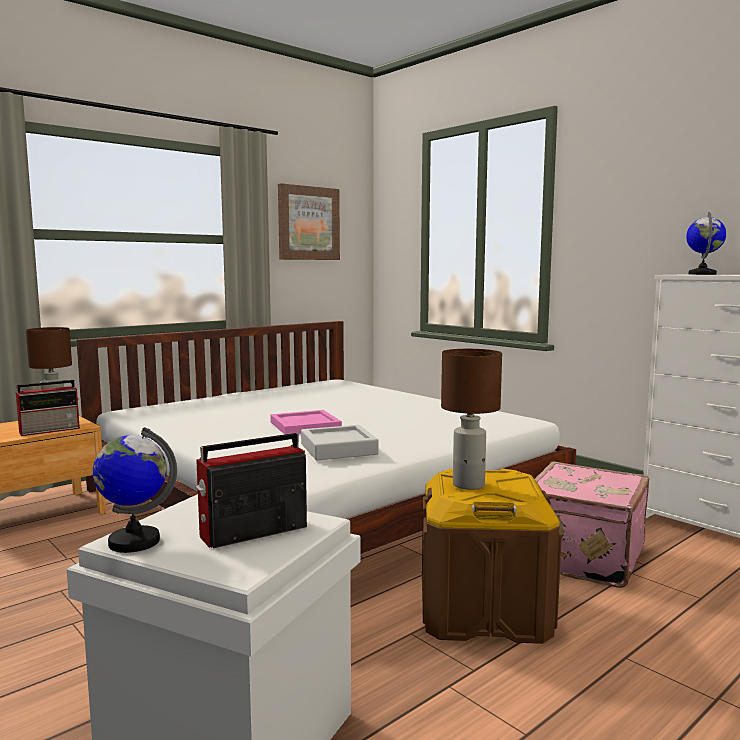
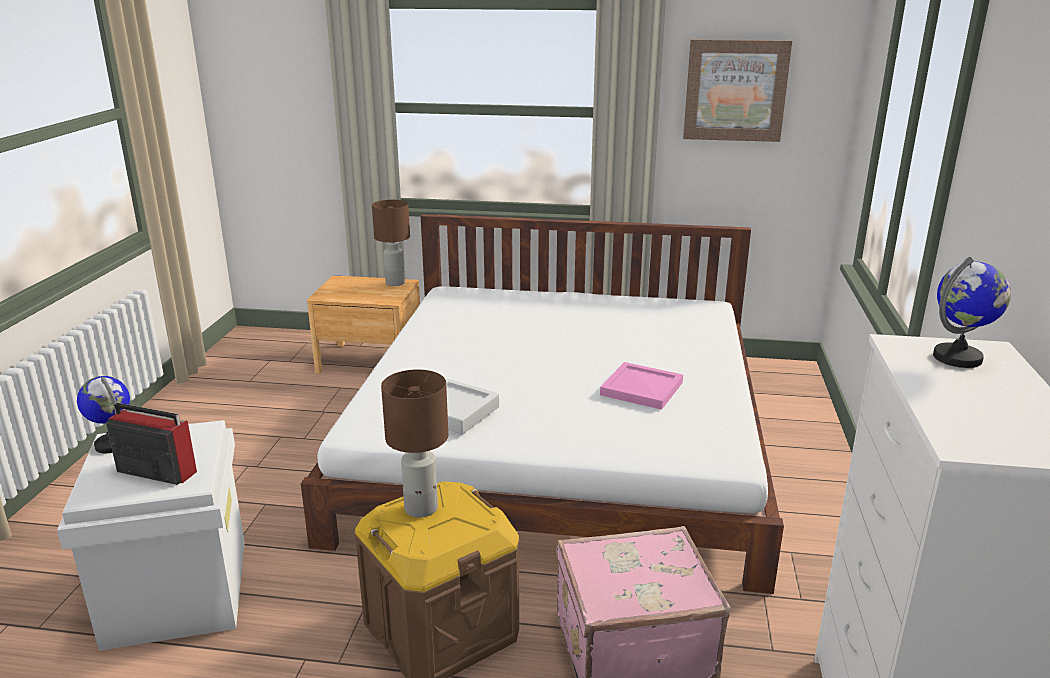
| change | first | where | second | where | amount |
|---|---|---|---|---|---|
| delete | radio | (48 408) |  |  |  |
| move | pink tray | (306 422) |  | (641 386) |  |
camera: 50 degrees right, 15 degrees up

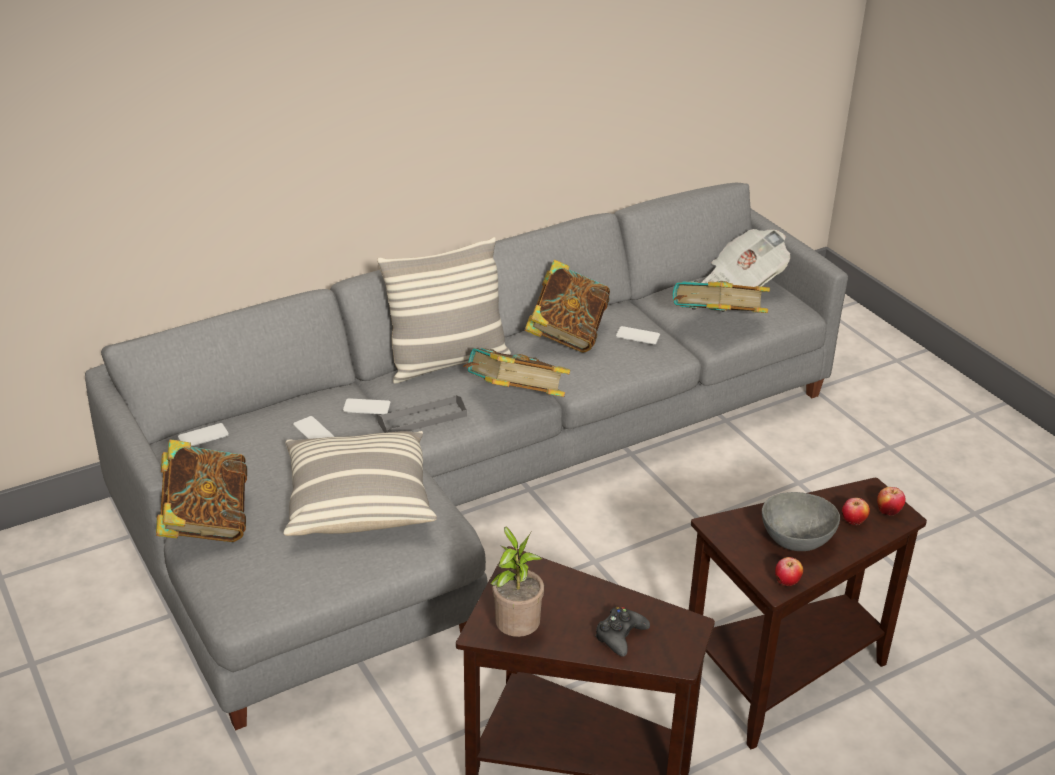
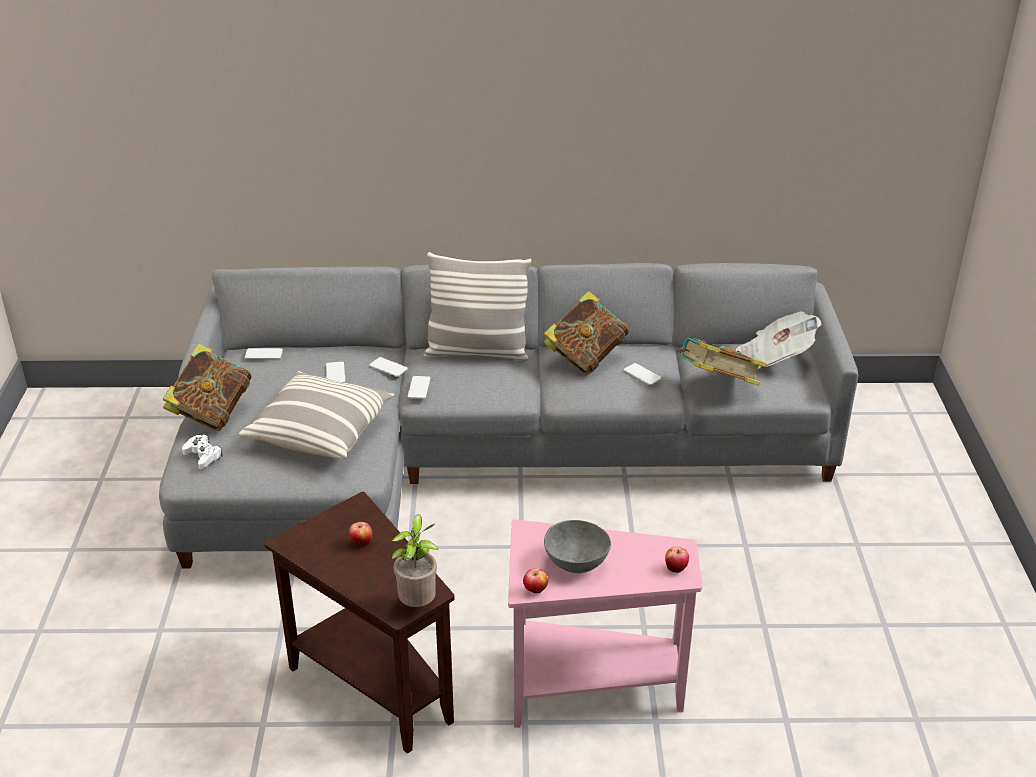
| change | first | where | second | where | amount |
|---|---|---|---|---|---|
| replace | grey tray | (422 414) | phone | (419 387) |  |
| delete | book | (516 372) |  |  |  |
| move | potted plant | (517 582) |  | (414 561) |  |
| delete | black game controller | (622 632) |  |  |  |
| recolor | brown side table | (808 613) | pink side table | (605 623) |  |
| move | apple | (856 511) |  | (360 534) |  |
| insert |  |  | white game controller | (202 452) |  |
camera: 30 degrees right, 0 degrees up

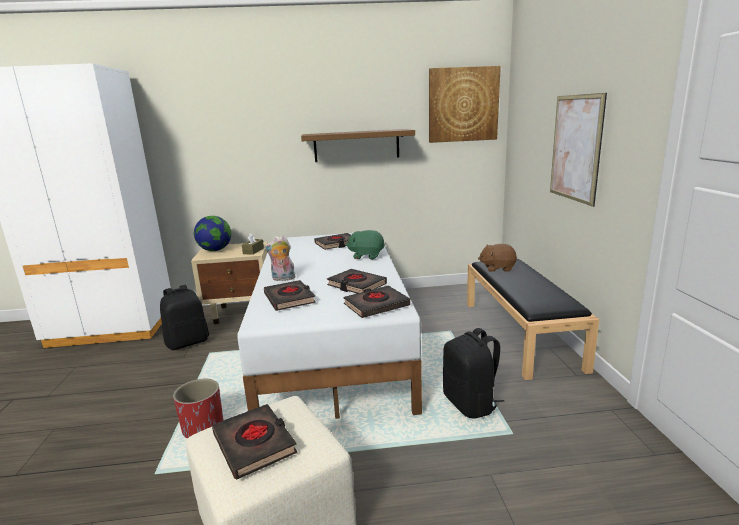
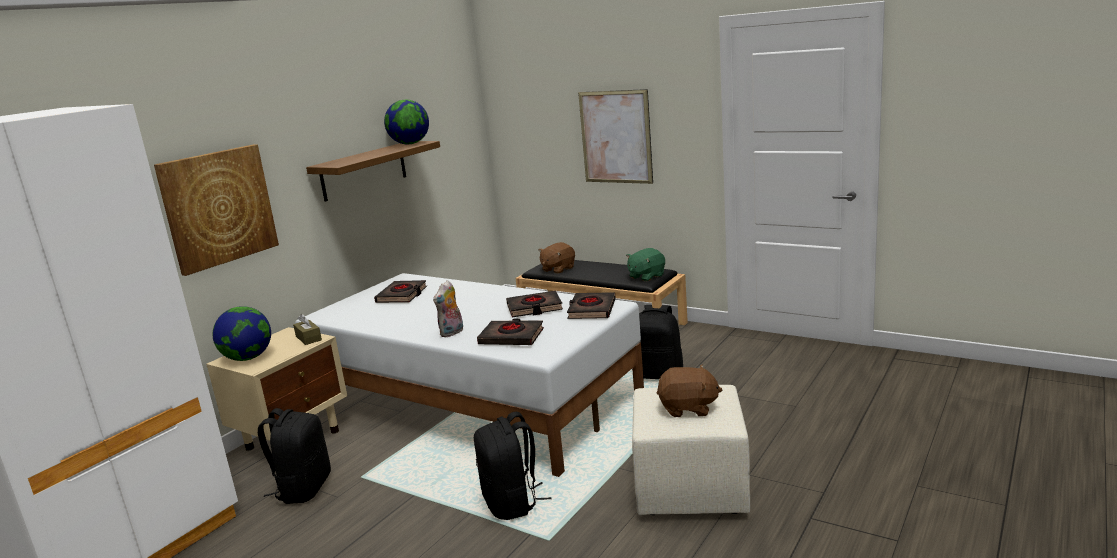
| change | first | where | second | where | amount |
|---|---|---|---|---|---|
| replace | red planter | (198 408) | black backpack | (513 466) |  |
| replace | black book | (254 442) | brown plush toy | (690 391) |  |
| move | green plush toy | (365 244) |  | (645 265) |  |
| move | picture | (465 104) |  | (216 210) |  |
| insert |  |  | globe | (406 122) |  |
camera: 50 degrees left, 0 degrees up

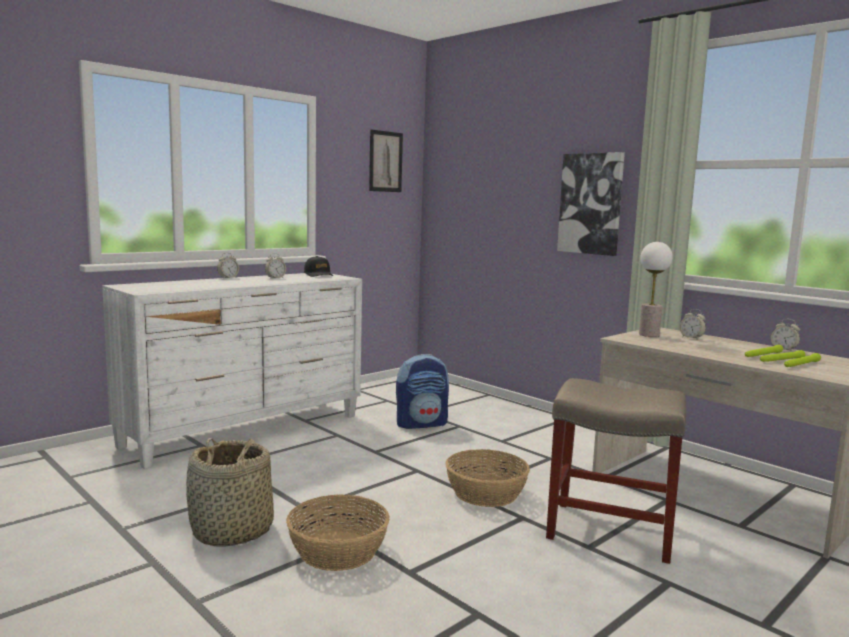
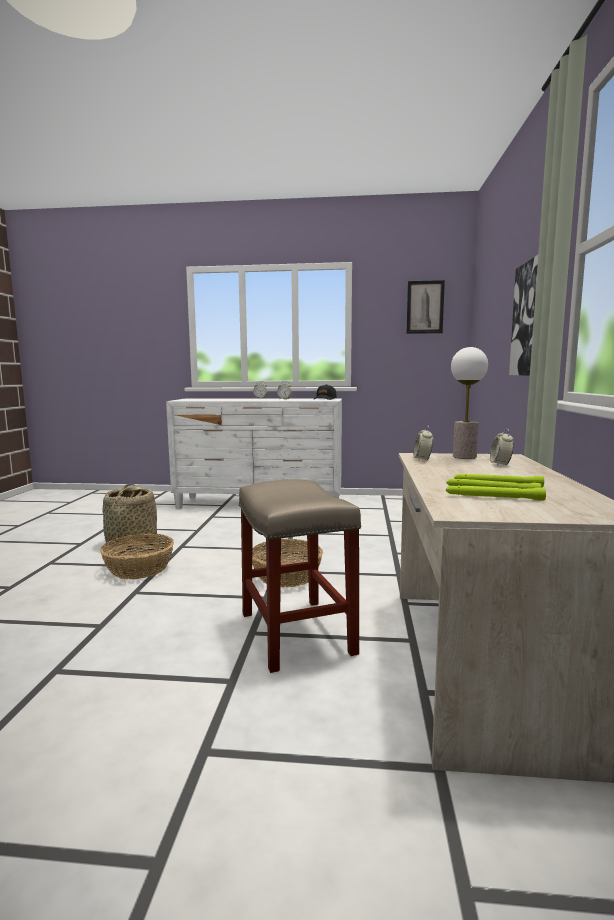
| change | first | where | second | where | amount |
|---|---|---|---|---|---|
| delete | backpack | (422 391) |  |  |  |
| move | alarm clock | (785 335) |  | (423 442) |  |
camera: 50 degrees right, 0 degrees up

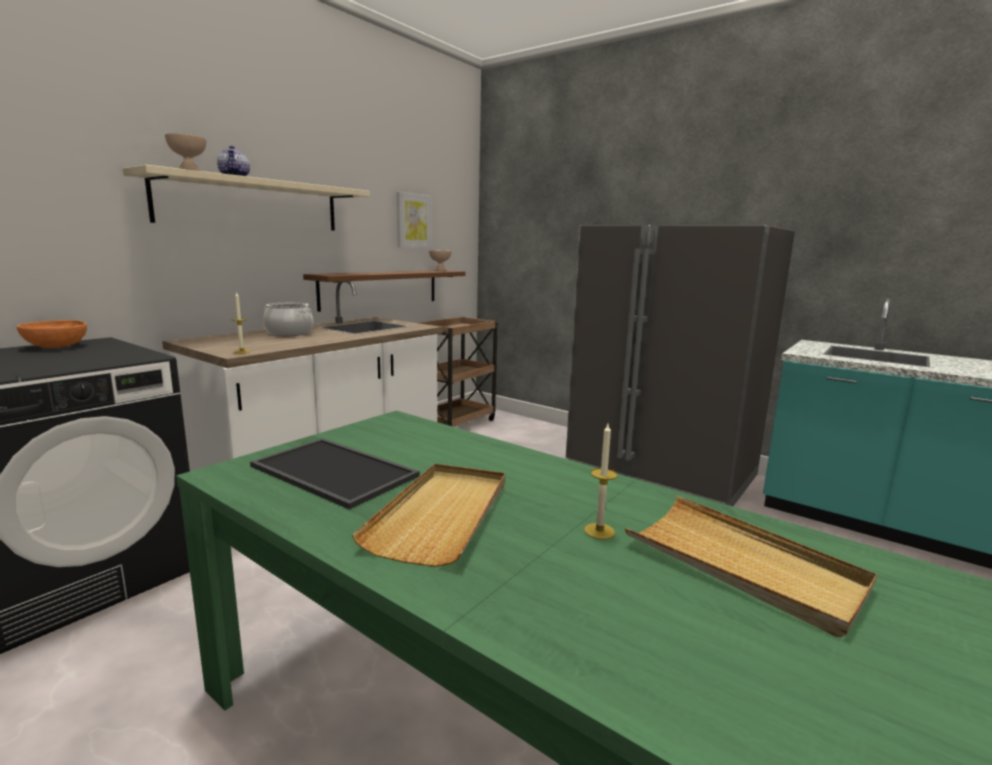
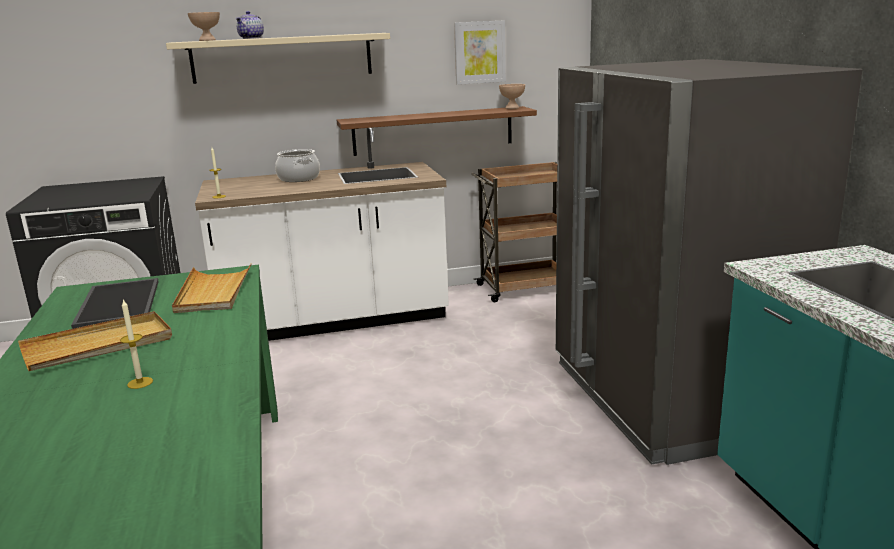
| change | first | where | second | where | amount |
|---|---|---|---|---|---|
| delete | orange bowl | (52 334) |  |  |  |
| move | beige tray | (751 566) |  | (212 288) |  |
camera: 40 degrees right, 5 degrees up

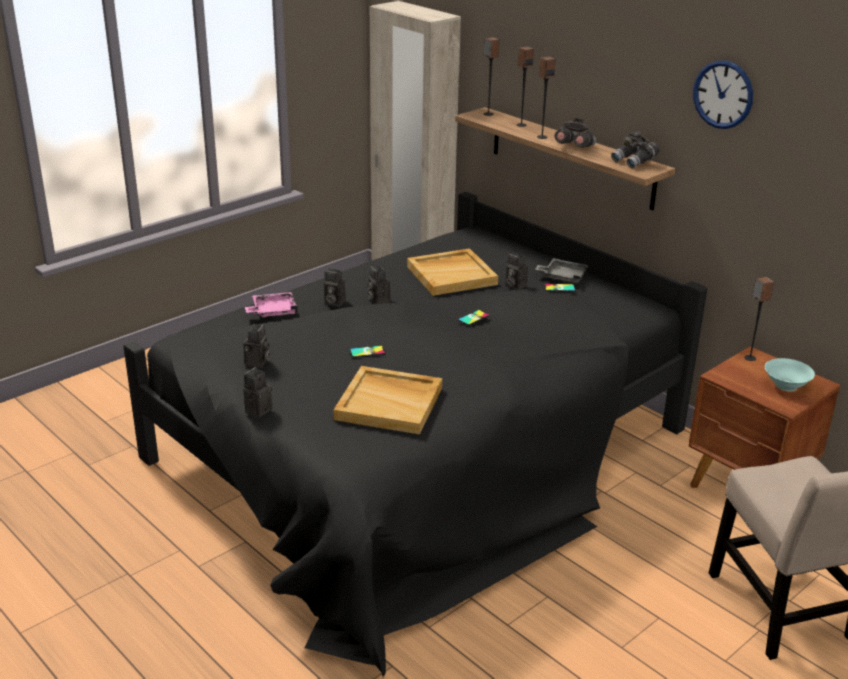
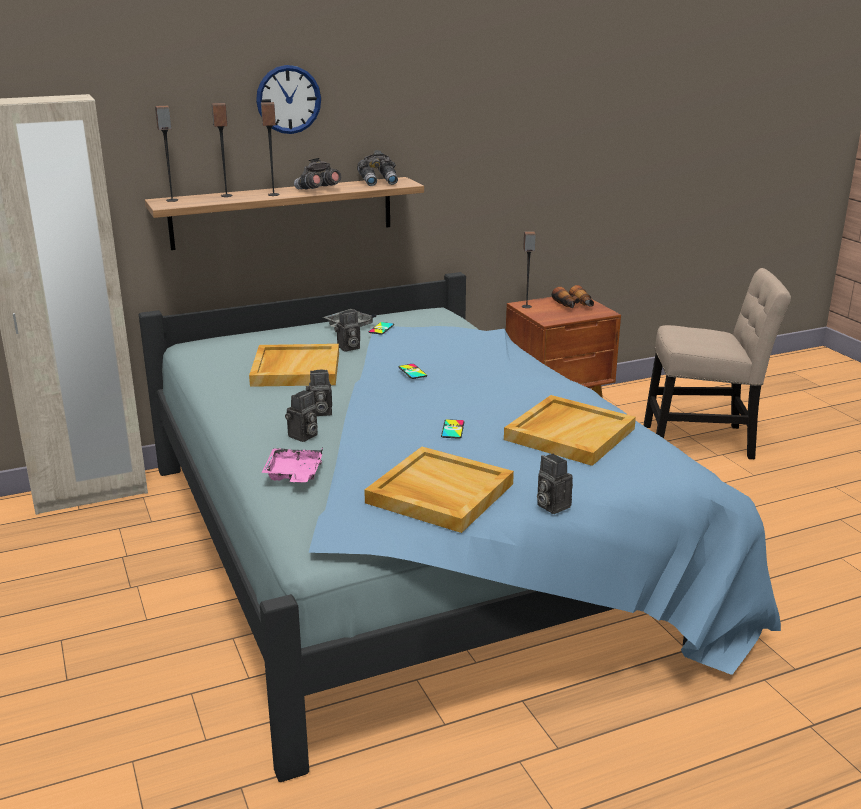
| change | first | where | second | where | amount |
|---|---|---|---|---|---|
| recolor | black bed | (415 434) | blue bed | (460 527) |  |
| replace | photo camera | (256 346) | beige tray | (439 490) |  |
| move | wall clock | (723 94) |  | (288 99) |  |
| replace | turquoise bowl | (790 374) | binoculars | (573 296) |  |
camera: 70 degrees left, 5 degrees down

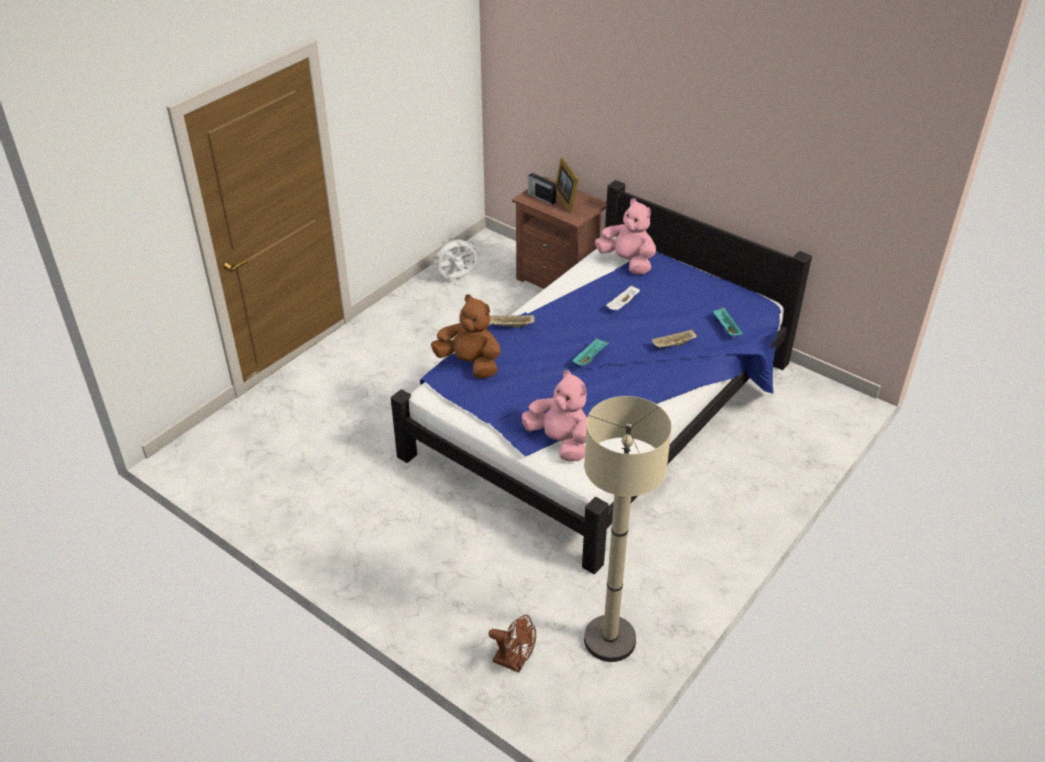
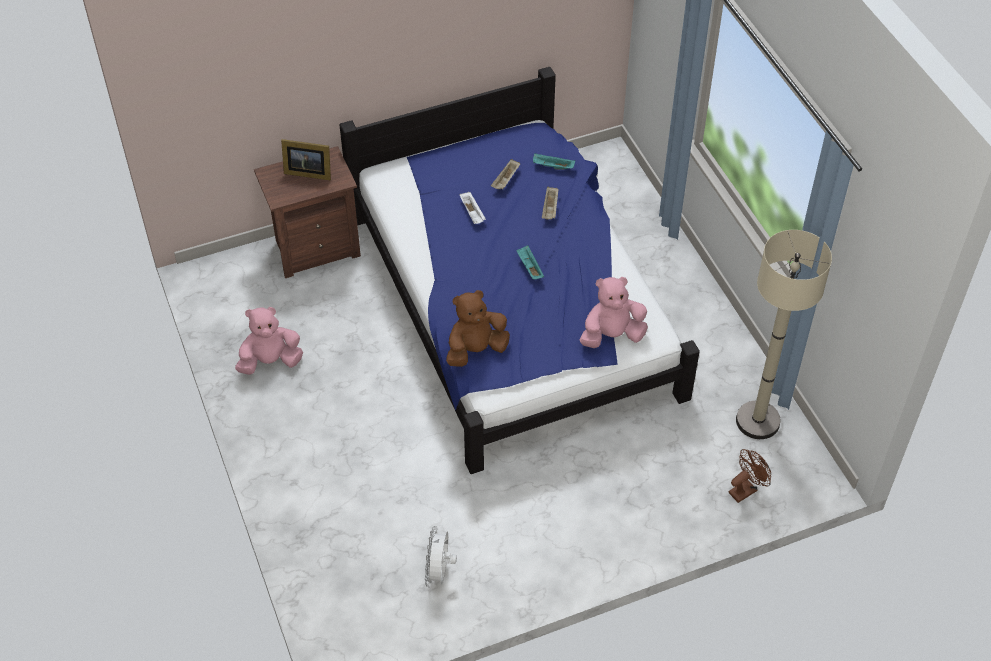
| change | first | where | second | where | amount |
|---|---|---|---|---|---|
| move | white fan | (454 257) |  | (441 556) |  |
| move | beige tray | (512 321) |  | (505 174) |  |
| delete | radio | (542 189) |  |  |  |
| move | pink plush toy | (625 236) |  | (269 341) |  |
camera: 60 degrees left, 10 degrees up

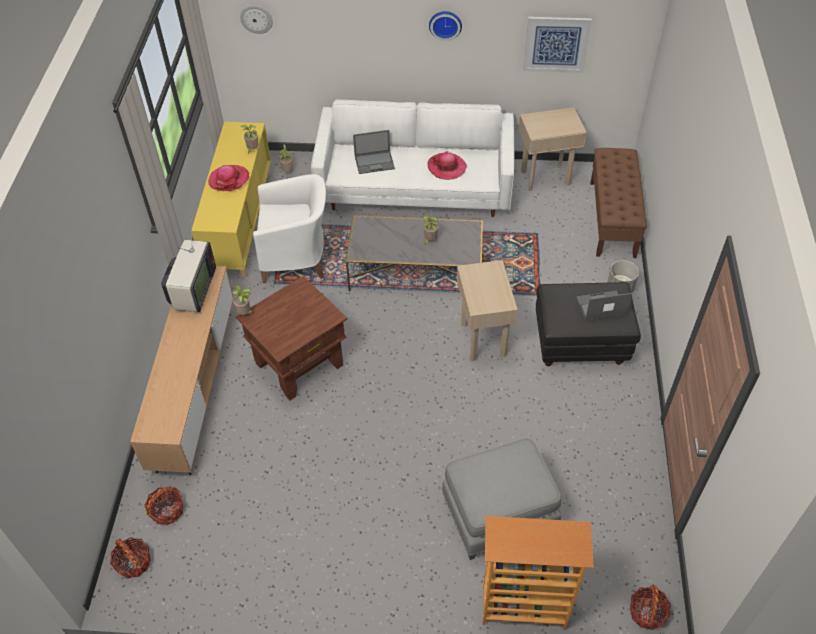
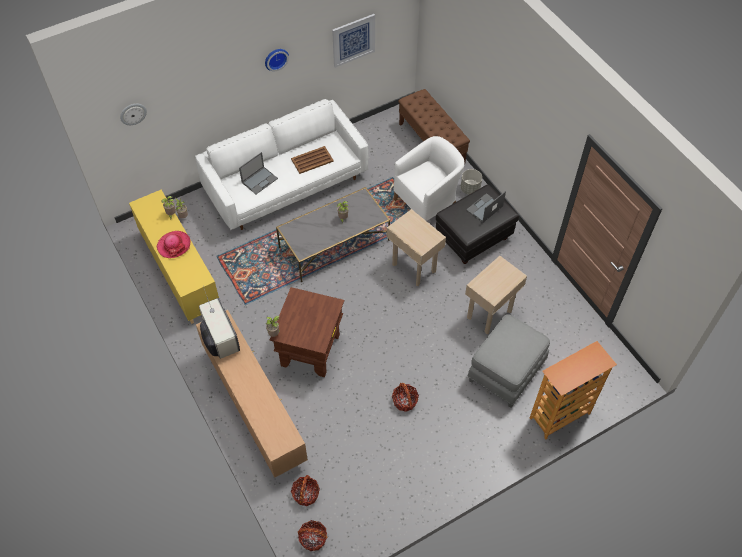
| change | first | where | second | where | amount |
|---|---|---|---|---|---|
| move | white armchair | (289 228) |  | (429 178) |  |
| replace | hat | (447 165) | brown tray | (312 160) |  |
| move | beige side table | (553 149) |  | (496 295) |  |
| move | basket | (650 607) |  | (405 397) |  |
camera: 35 degrees left, 5 degrees up

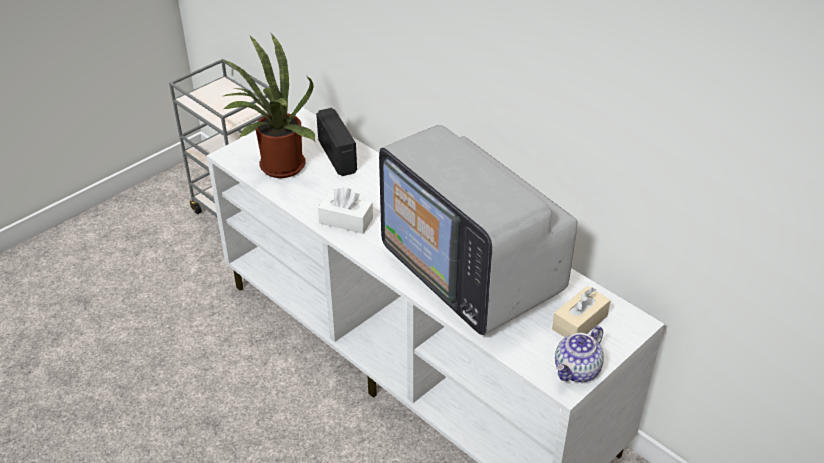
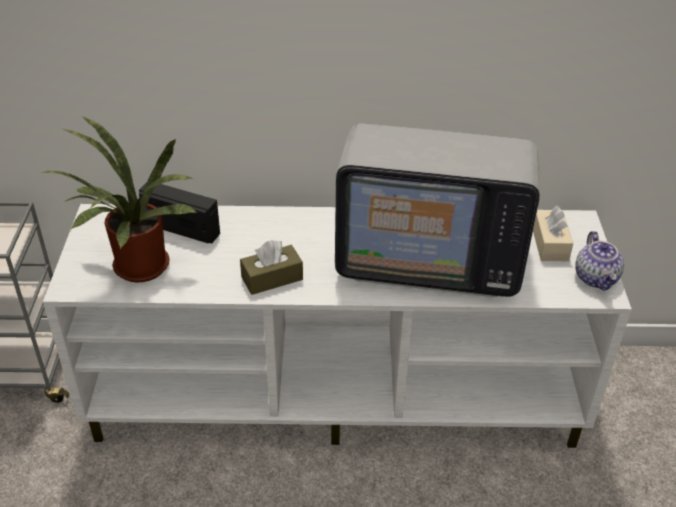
| change | first | where | second | where | amount |
|---|---|---|---|---|---|
| recolor | white tissue box | (345 210) | brown tissue box | (271 267) |  |
camera: 45 degrees left, 0 degrees up

